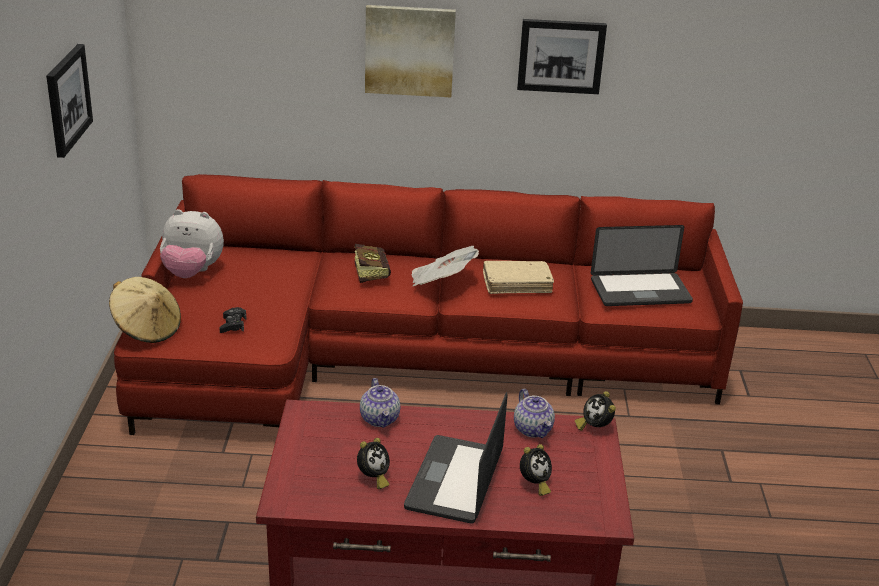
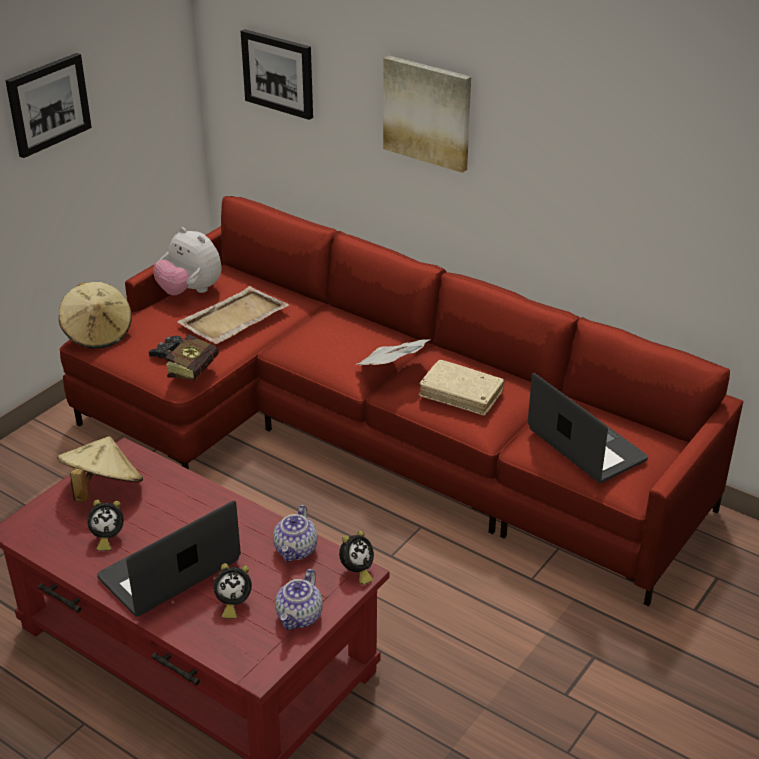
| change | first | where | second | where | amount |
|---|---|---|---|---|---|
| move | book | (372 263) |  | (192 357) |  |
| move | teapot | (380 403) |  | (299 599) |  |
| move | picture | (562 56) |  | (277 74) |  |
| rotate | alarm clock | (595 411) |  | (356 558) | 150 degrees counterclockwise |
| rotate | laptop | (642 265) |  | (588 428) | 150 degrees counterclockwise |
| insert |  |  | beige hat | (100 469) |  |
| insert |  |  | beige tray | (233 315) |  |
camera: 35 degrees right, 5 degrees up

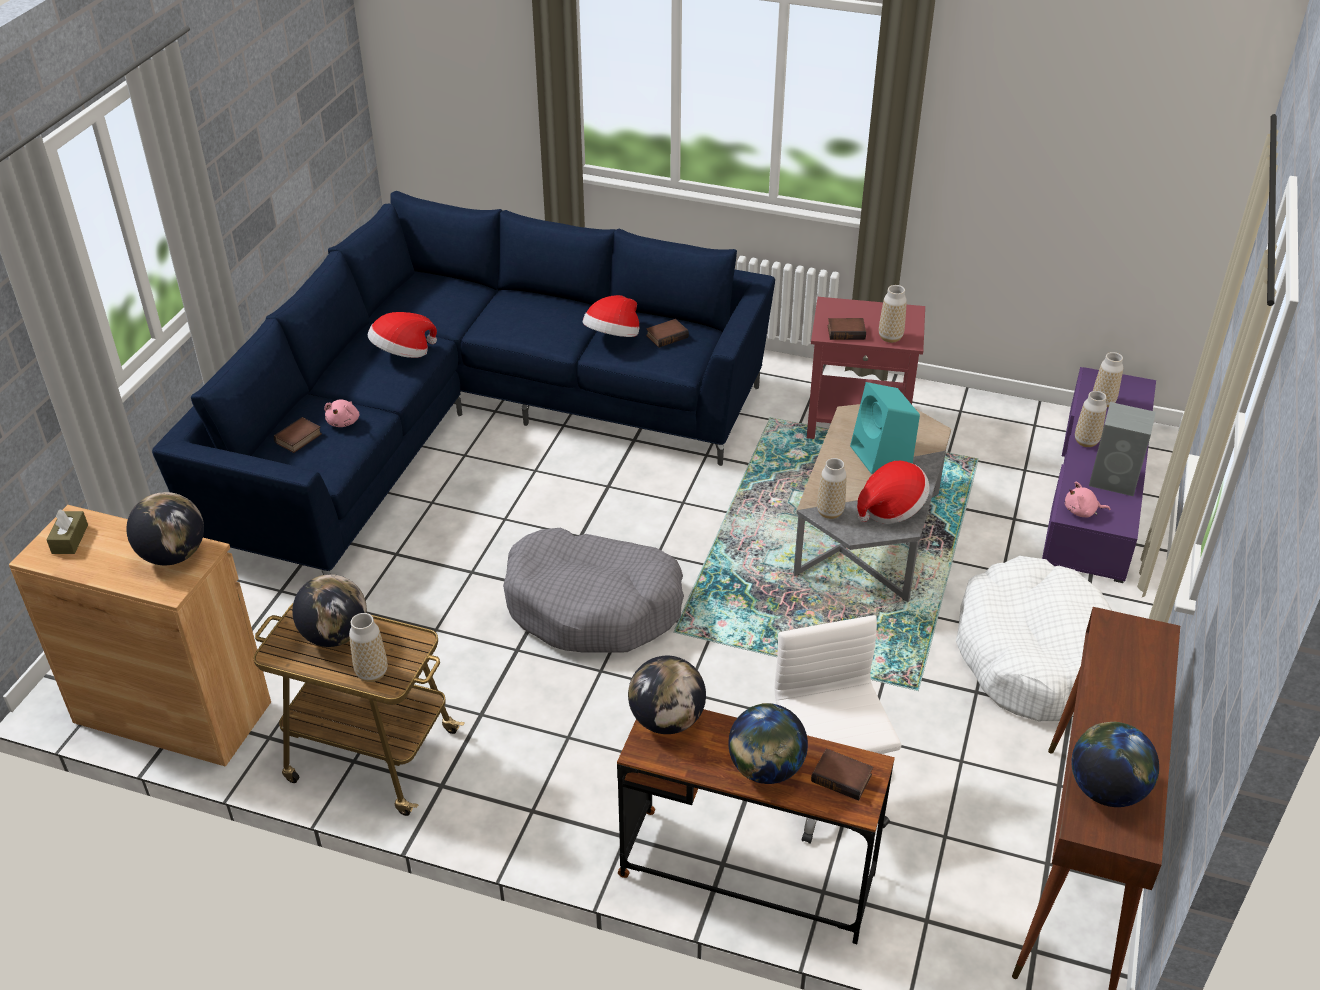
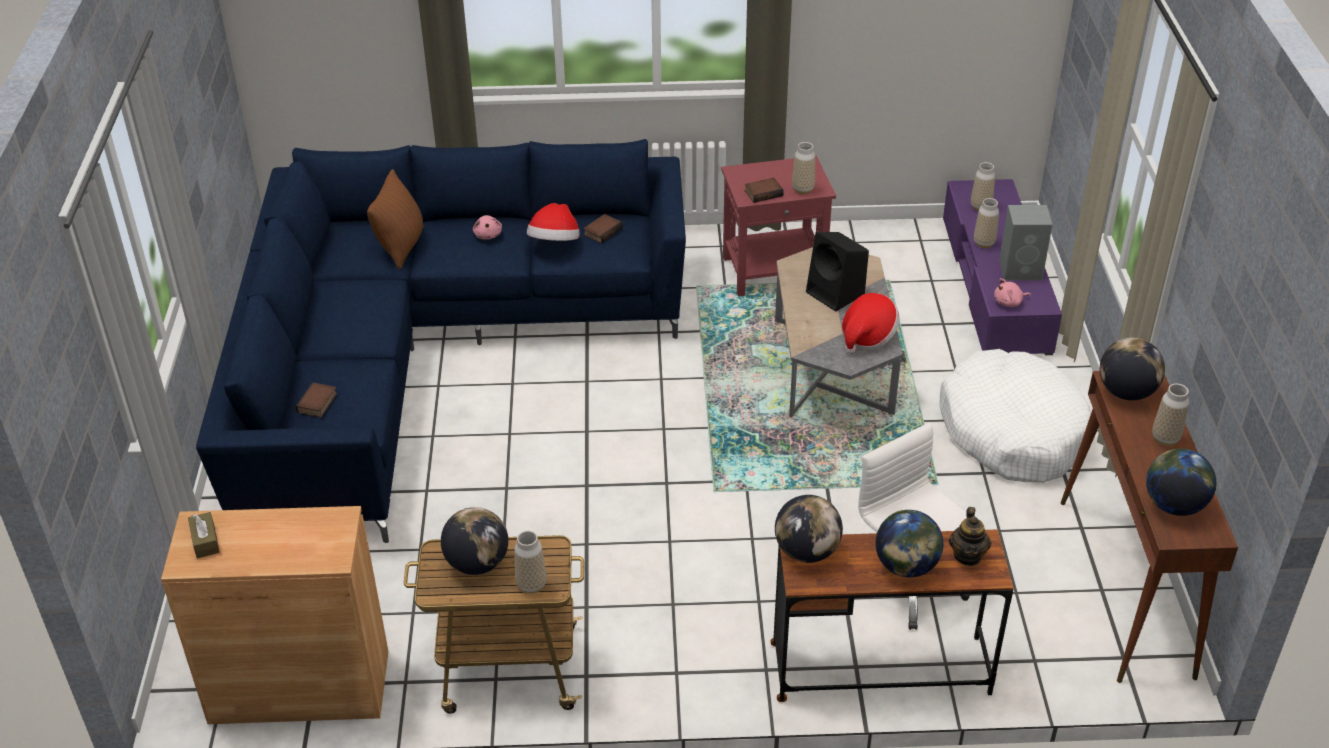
| change | first | where | second | where | amount |
|---|---|---|---|---|---|
| move | globe | (165 528) |  | (1132 369) |  |
| move | pink plush toy | (342 413) |  | (487 227) |  |
| delete | hat | (402 335) |  |  |  |
| delete | grey dog bed | (593 590) |  |  |  |
| replace | book | (842 774) | teapot | (970 536) |  |
| move | vase | (832 488) |  | (1170 415) |  |
| recolor | turquoise speaker | (885 428) | black speaker | (837 271) |  |
| insert |  |  | brown pillow | (395 219) |  |
camera: 20 degrees left, 0 degrees up

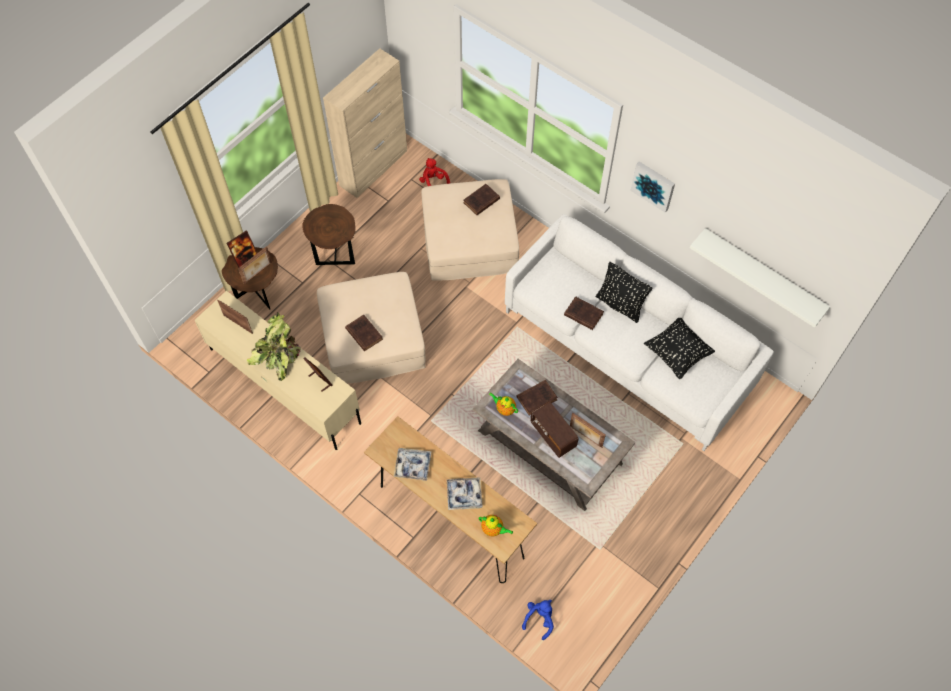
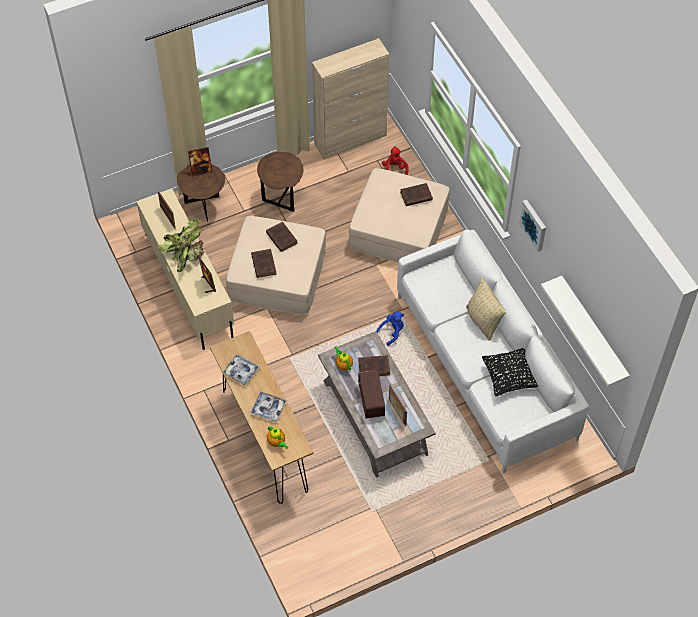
| change | first | where | second | where | amount |
|---|---|---|---|---|---|
| delete | picture frame | (255 265) |  |  |  |
| move | blue plush toy | (538 620) |  | (390 329) |  |
| move | brown book | (584 313) |  | (282 237) |  |
| recolor | black pillow | (624 292) | beige pillow | (486 309) |  |
camera: 25 degrees right, 5 degrees down

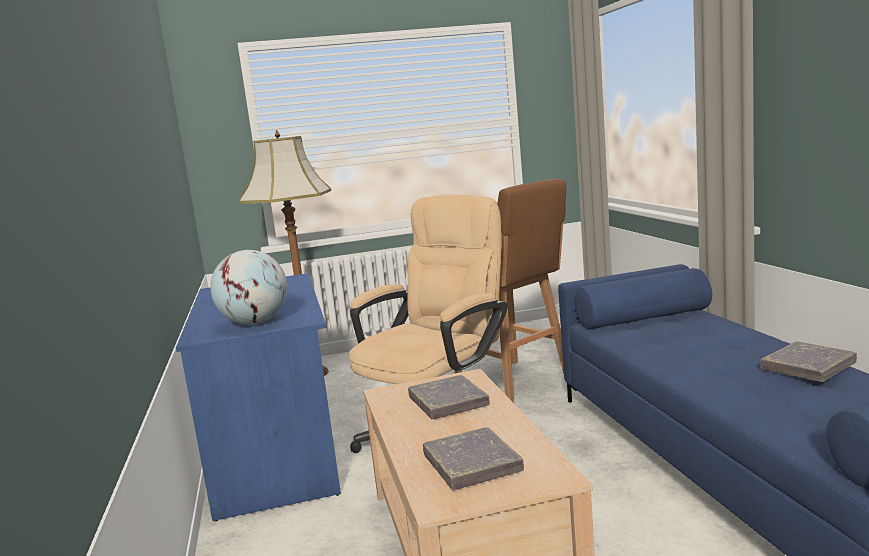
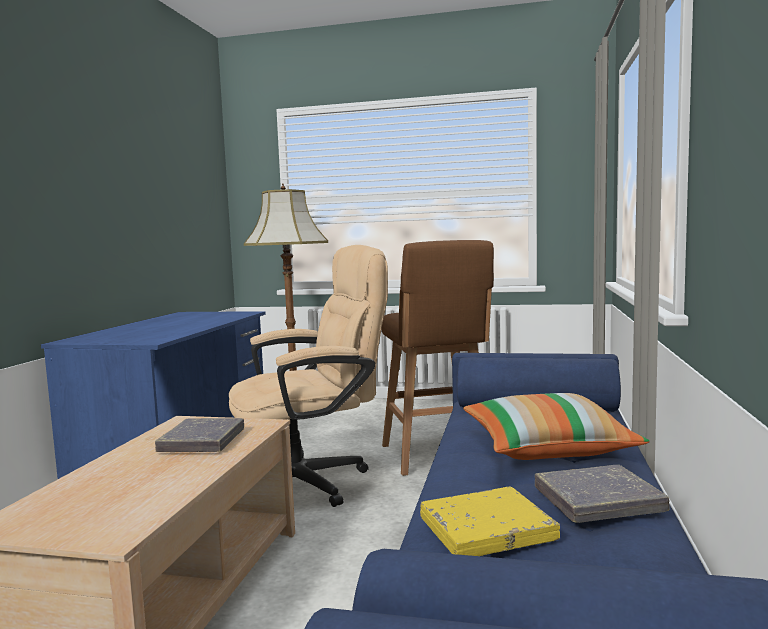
| change | first | where | second | where | amount |
|---|---|---|---|---|---|
| delete | globe | (248 287) |  |  |  |
| delete | grey book | (473 458) |  |  |  |
| insert |  |  | yellow book | (490 521) |  |
| insert |  |  | pillow | (556 426) |  |
camera: 25 degrees right, 5 degrees down

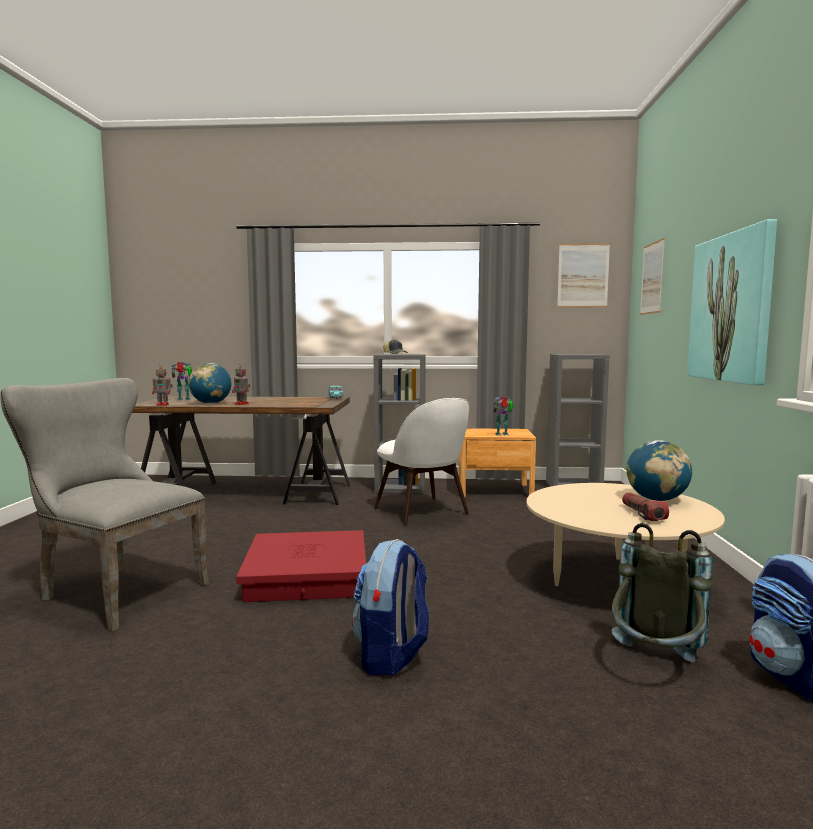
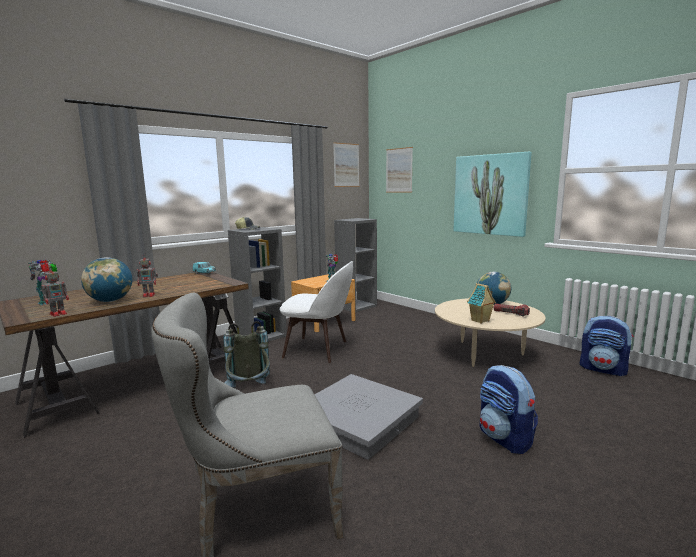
| change | first | where | second | where | amount |
|---|---|---|---|---|---|
| recolor | red storage box | (301 566) | grey storage box | (368 417) |  |
| move | grey backpack | (662 592) |  | (246 354) |  |
| insert |  |  | toy house | (481 303) |  |
camera: 45 degrees left, 5 degrees up

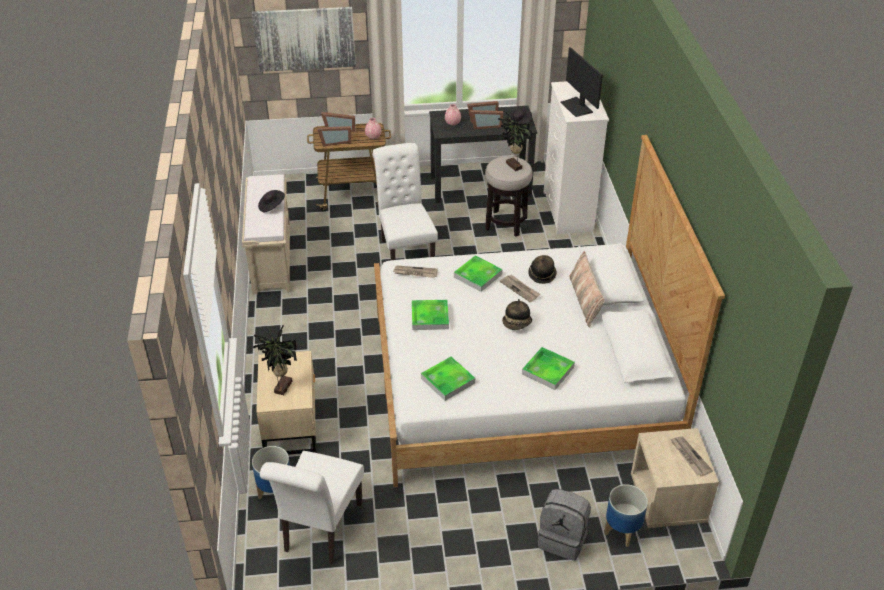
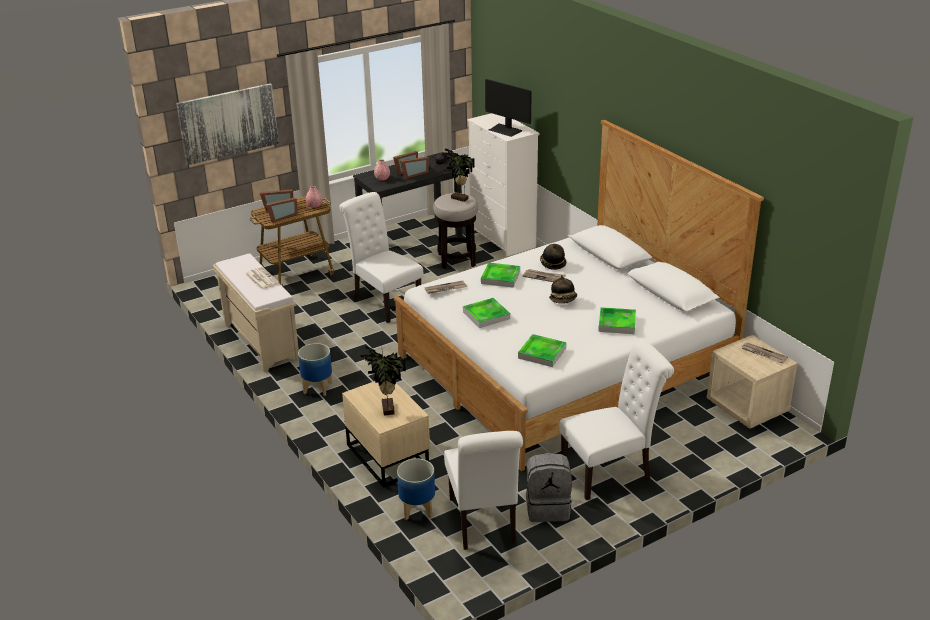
| change | first | where | second | where | amount |
|---|---|---|---|---|---|
| replace | black hat | (271 201) | newspaper | (262 278) |  |
| move | grey backpack | (564 525) |  | (549 487) |  |
| delete | pillow | (587 289) |  |  |  |
| move | planter | (626 515) |  | (315 369) |  |
| insert |  |  | white chair | (616 420) |  |
camera: 25 degrees left, 10 degrees down

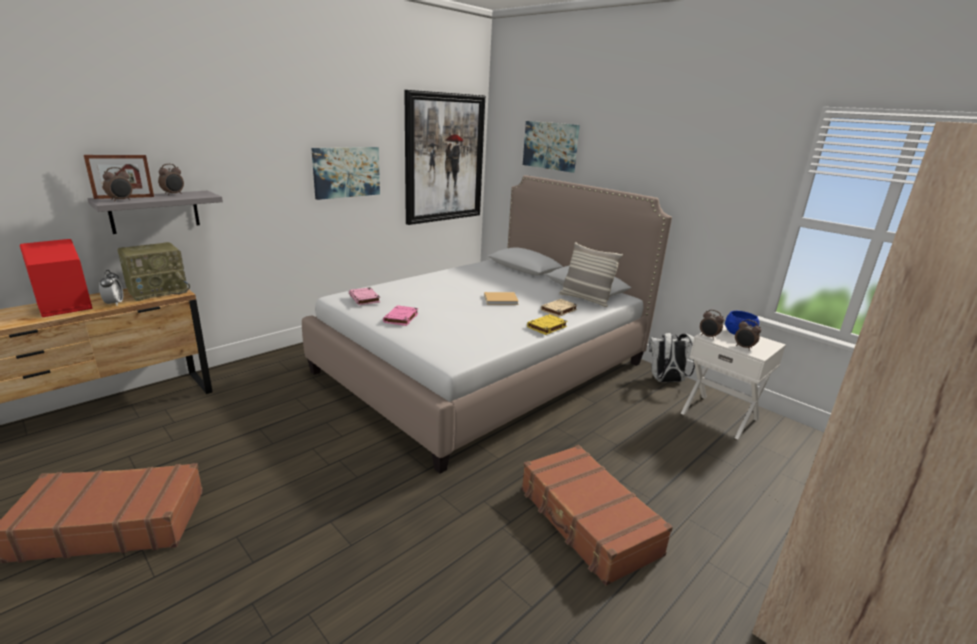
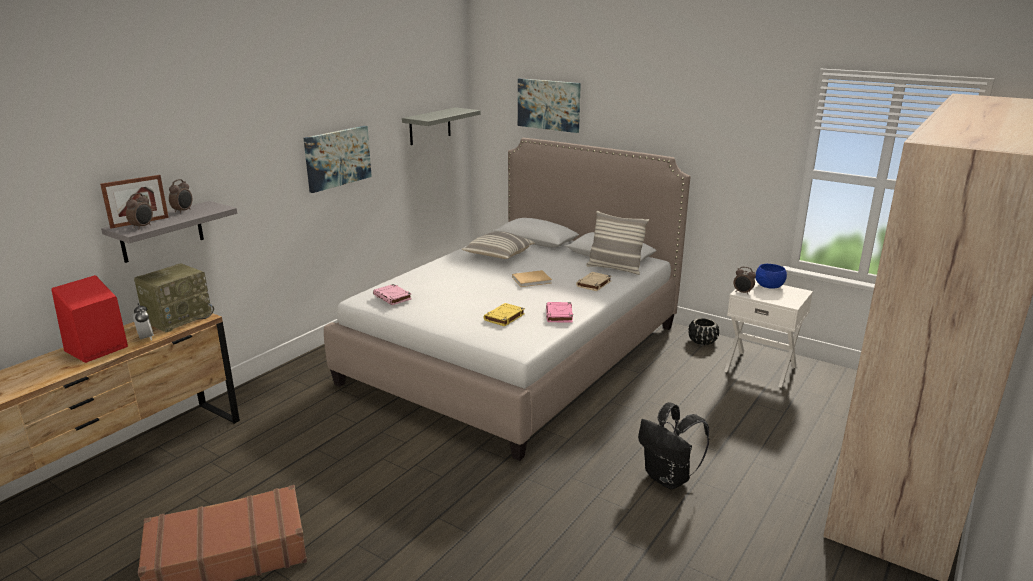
| change | first | where | second | where | amount |
|---|---|---|---|---|---|
| move | pink book | (400 315) |  | (559 312) |  |
| replace | picture | (444 157) | grey shelf | (441 126) |  |
| replace | brown suitcase | (597 515) | black backpack | (674 445) |  |
| move | yellow book | (547 324) |  | (504 314) |  |
| replace | white backpack | (672 357) | black planter | (703 331) |  |
| delete | alarm clock | (748 335) |  |  |  |
| insert |  |  | pillow | (498 245) |  |
camera: 10 degrees left, 0 degrees up

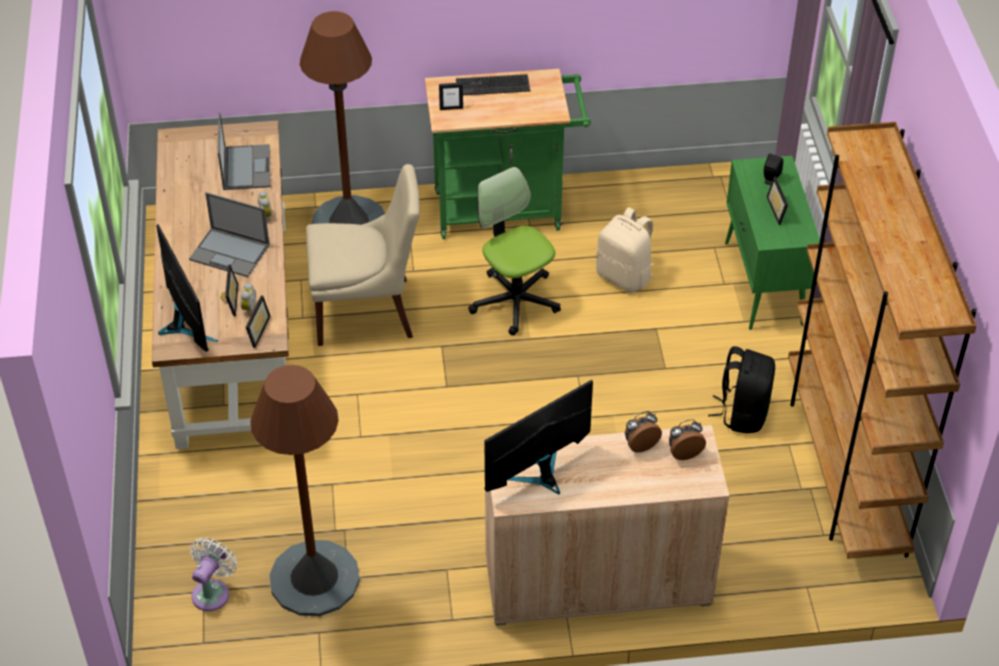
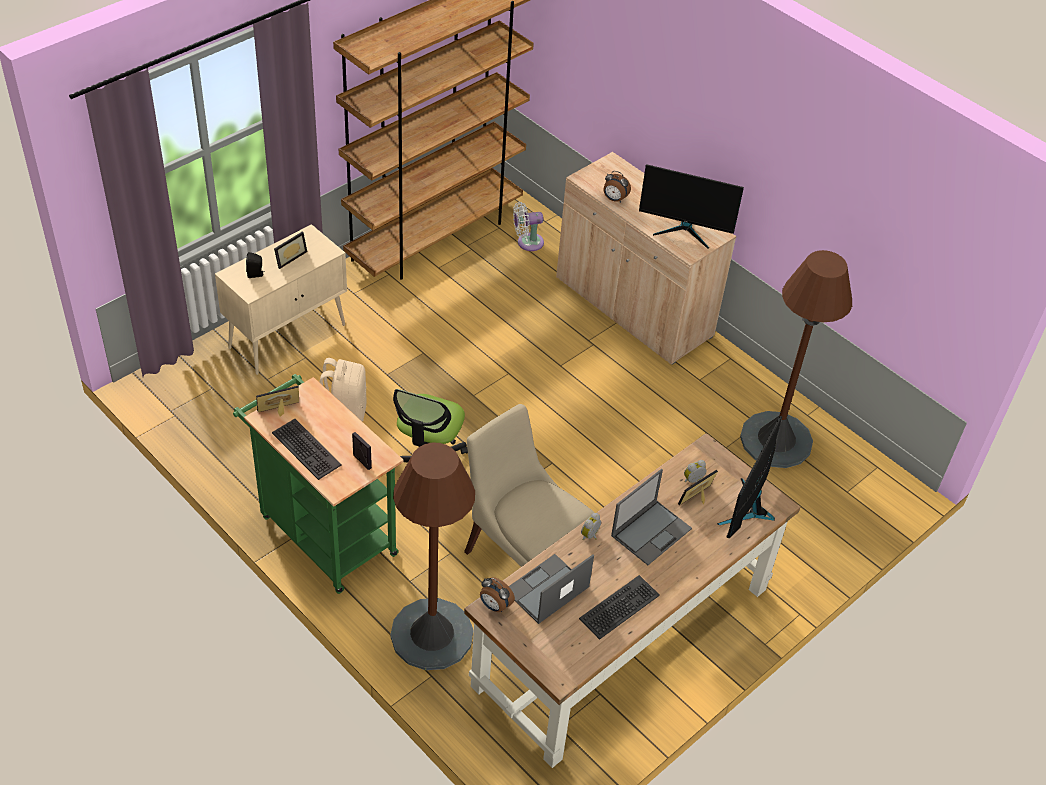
| change | first | where | second | where | amount |
|---|---|---|---|---|---|
| rotate | laptop | (229 234) |  | (651 517) | 60 degrees clockwise |
| move | white fan | (214 574) |  | (528 226) |  |
| move | picture frame | (258 321) |  | (277 401) |  |
| move | alarm clock | (687 439) |  | (497 594) |  |
| delete | black backpack | (741 389) |  |  |  |
| recolor | green cabinet | (772 243) | beige cabinet | (281 299) |  |
| insert |  |  | keyboard | (619 607) |  |
camera: 130 degrees left, 0 degrees up

